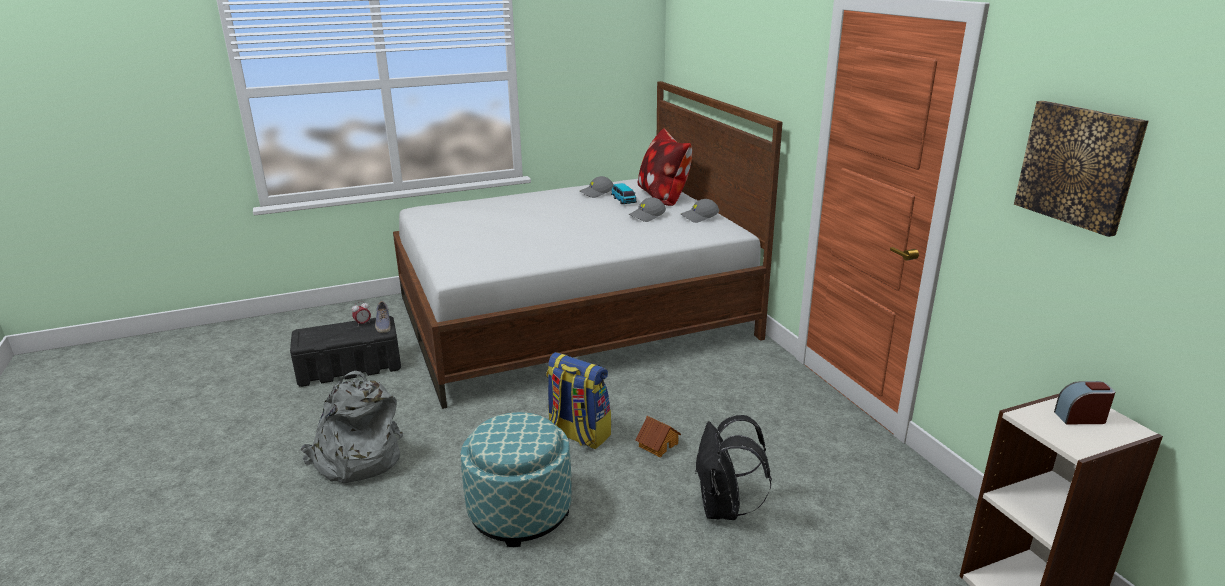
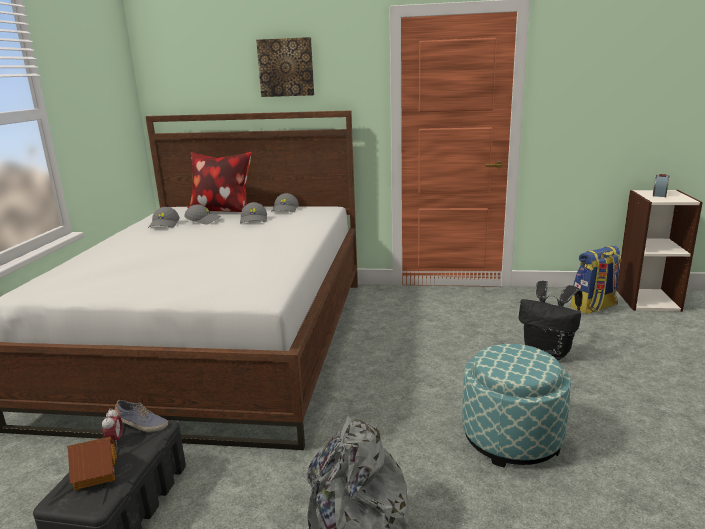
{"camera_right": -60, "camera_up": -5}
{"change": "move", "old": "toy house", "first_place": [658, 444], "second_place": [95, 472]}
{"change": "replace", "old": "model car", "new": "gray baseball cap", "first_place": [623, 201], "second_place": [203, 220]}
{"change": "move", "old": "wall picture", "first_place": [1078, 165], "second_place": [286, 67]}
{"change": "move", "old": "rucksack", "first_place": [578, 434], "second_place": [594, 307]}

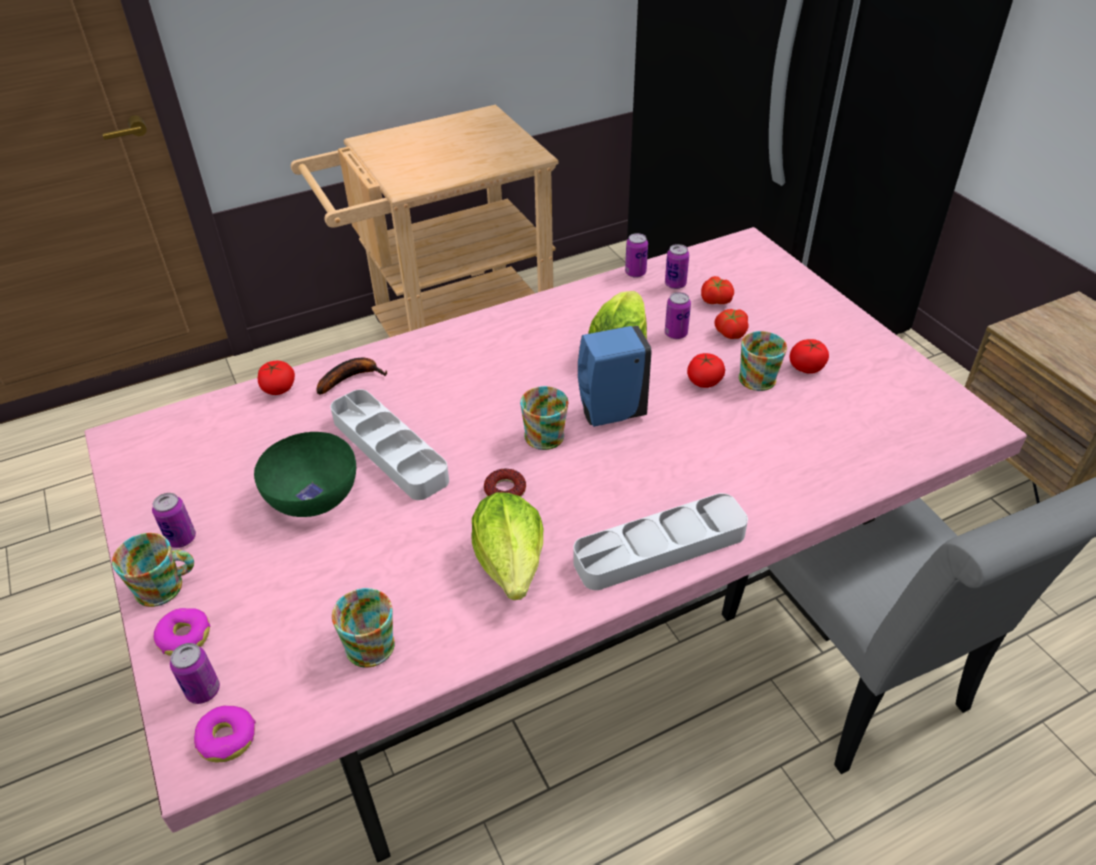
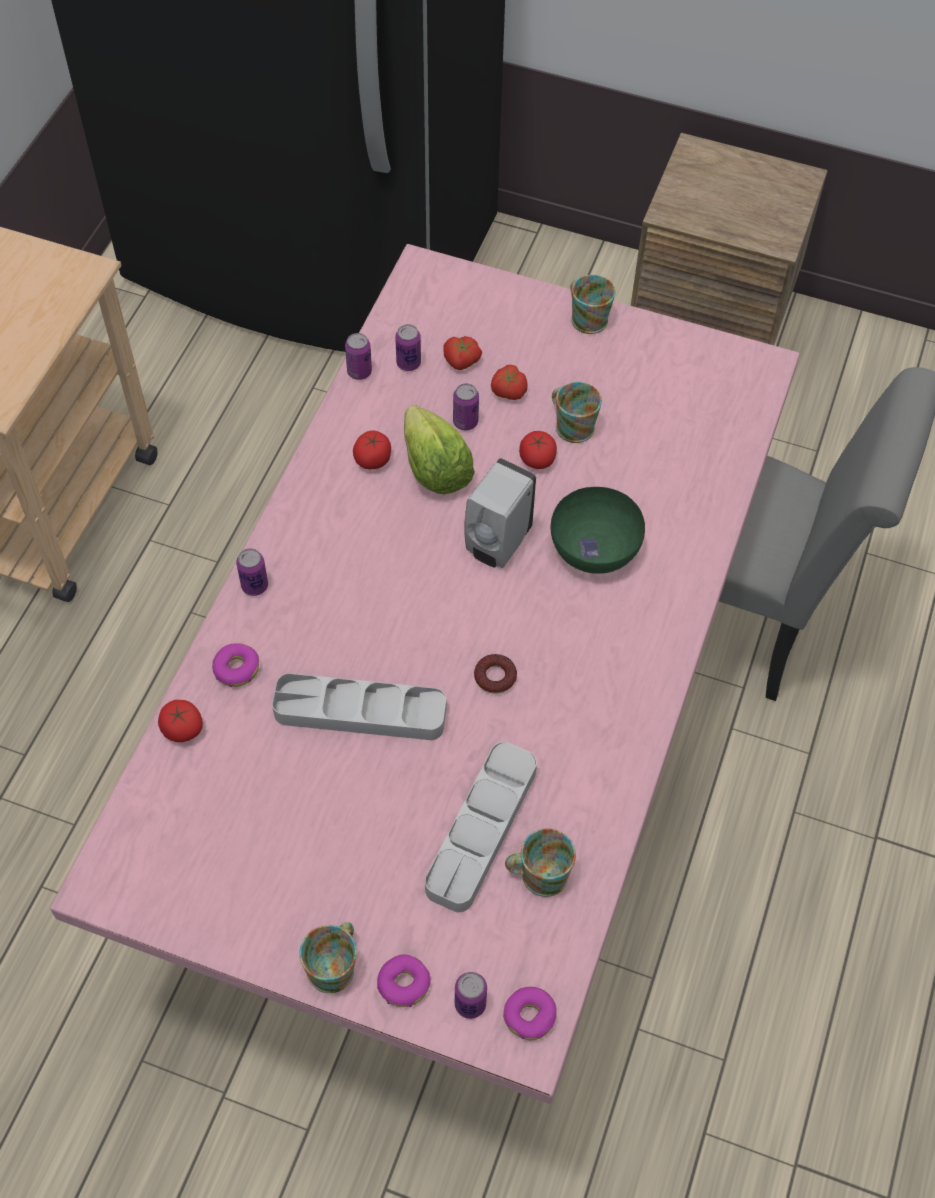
{"camera_right": -45, "camera_up": 15}
{"change": "replace", "old": "banana fruit", "new": "doughnut", "first_place": [351, 378], "second_place": [236, 669]}
{"change": "move", "old": "can", "first_place": [181, 538], "second_place": [254, 586]}
{"change": "move", "old": "whole tomato", "first_place": [807, 367], "second_place": [373, 459]}
{"change": "move", "old": "gray serving tray", "first_place": [660, 548], "second_place": [481, 829]}
{"change": "recolor", "old": "bluish soap dispenser", "new": "whitish soap dispenser", "first_place": [609, 413], "second_place": [497, 545]}
{"change": "move", "old": "green-coloured bowl", "first_place": [312, 497], "second_place": [595, 549]}
{"change": "move", "old": "mug", "first_place": [546, 432], "second_place": [586, 316]}
{"change": "delete", "old": "lettuce", "first_place": [511, 563]}

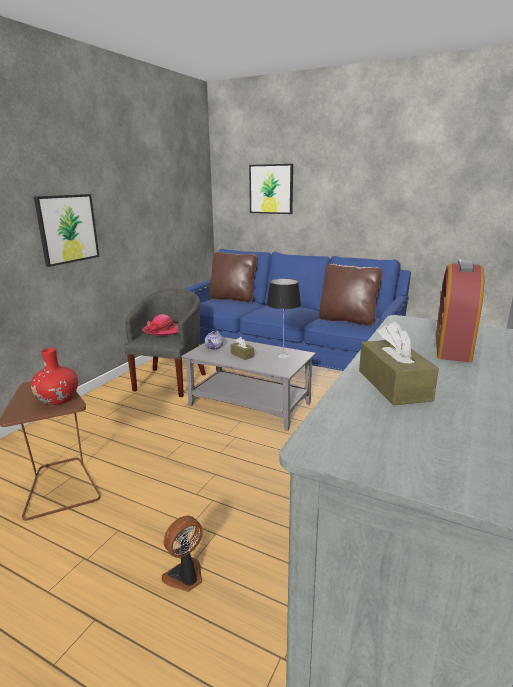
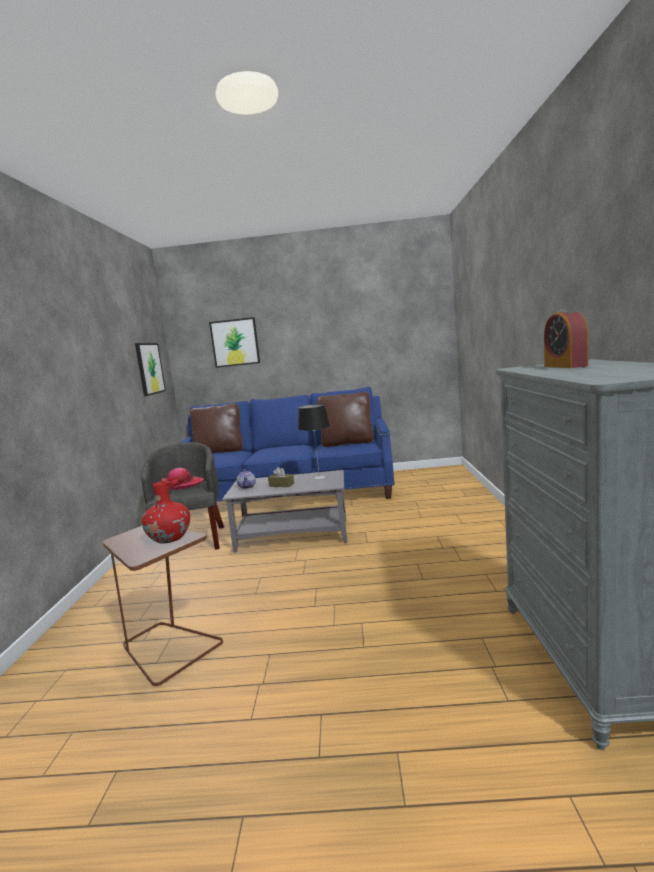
{"camera_right": -25, "camera_up": -10}
{"change": "move", "old": "wall picture", "first_place": [67, 229], "second_place": [149, 368]}
{"change": "delete", "old": "cooling fan", "first_place": [185, 577]}
{"change": "delete", "old": "brown-coloured box of tissues", "first_place": [393, 385]}

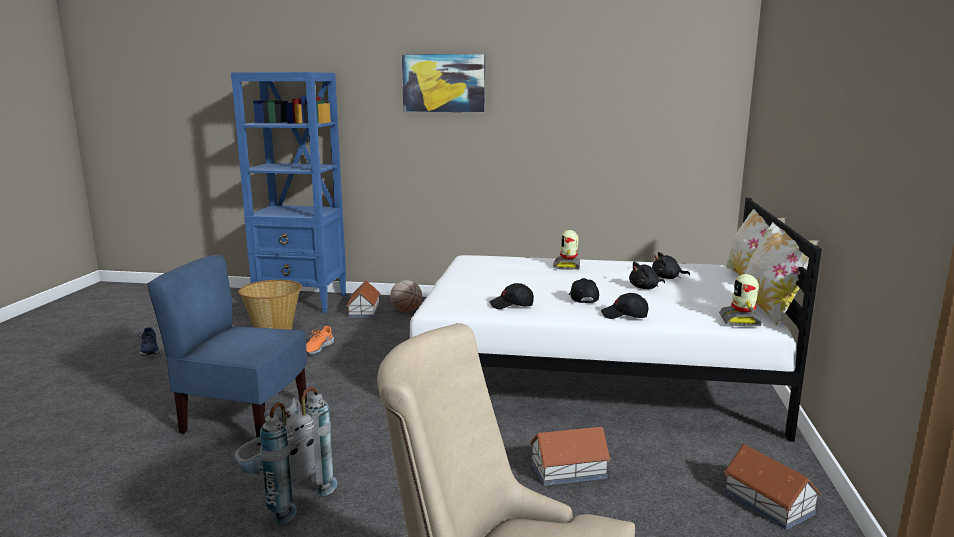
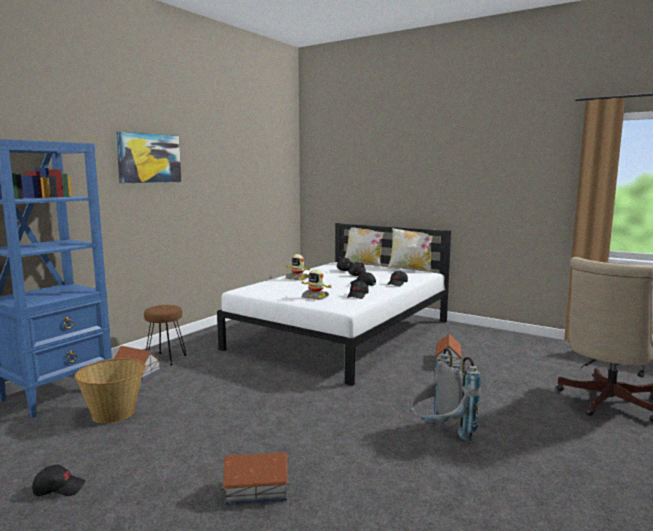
{"camera_right": -65, "camera_up": -5}
{"change": "replace", "old": "bluish low shoe", "new": "black baseball cap", "first_place": [149, 350], "second_place": [59, 488]}
{"change": "replace", "old": "ball for basketball", "new": "brown-coloured sitting stool", "first_place": [406, 311], "second_place": [166, 359]}
{"change": "move", "old": "toy house", "first_place": [768, 502], "second_place": [256, 490]}
{"change": "move", "old": "robot figure", "first_place": [741, 320], "second_place": [315, 297]}
{"change": "delete", "old": "bluish plain chair", "first_place": [244, 419]}
{"change": "delete", "old": "orange-coloured low shoe", "first_place": [317, 348]}

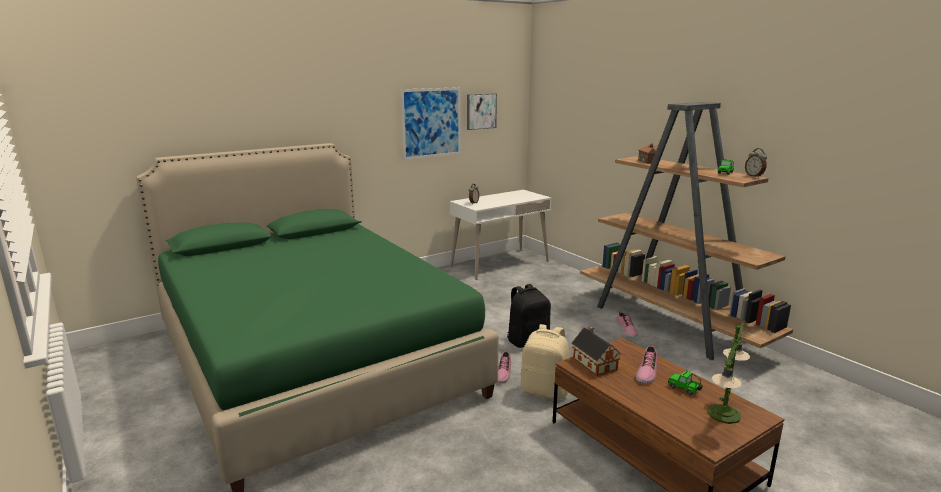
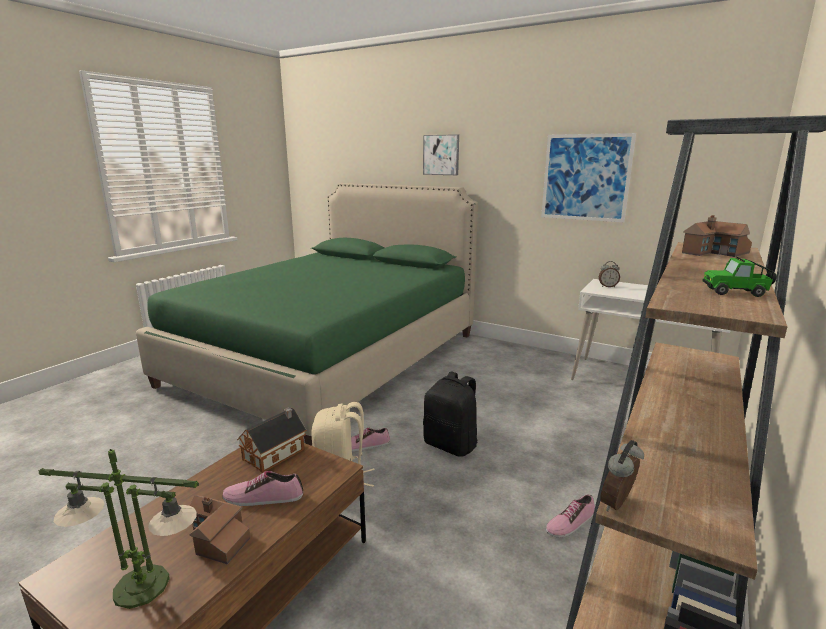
{"camera_right": 65, "camera_up": 0}
{"change": "replace", "old": "model car", "new": "toy house", "first_place": [685, 389], "second_place": [217, 538]}
{"change": "move", "old": "wall picture", "first_place": [480, 111], "second_place": [441, 155]}
{"change": "move", "old": "alarm clock", "first_place": [754, 176], "second_place": [618, 504]}

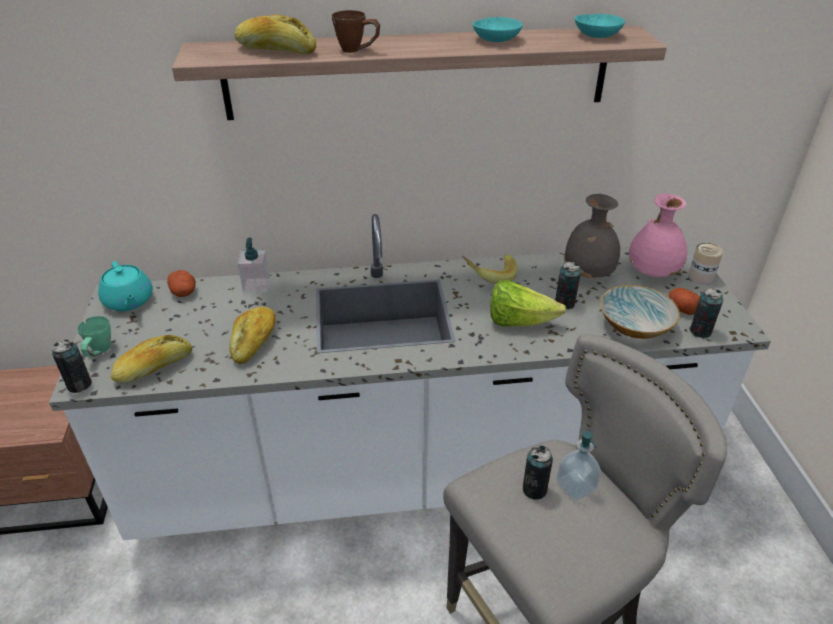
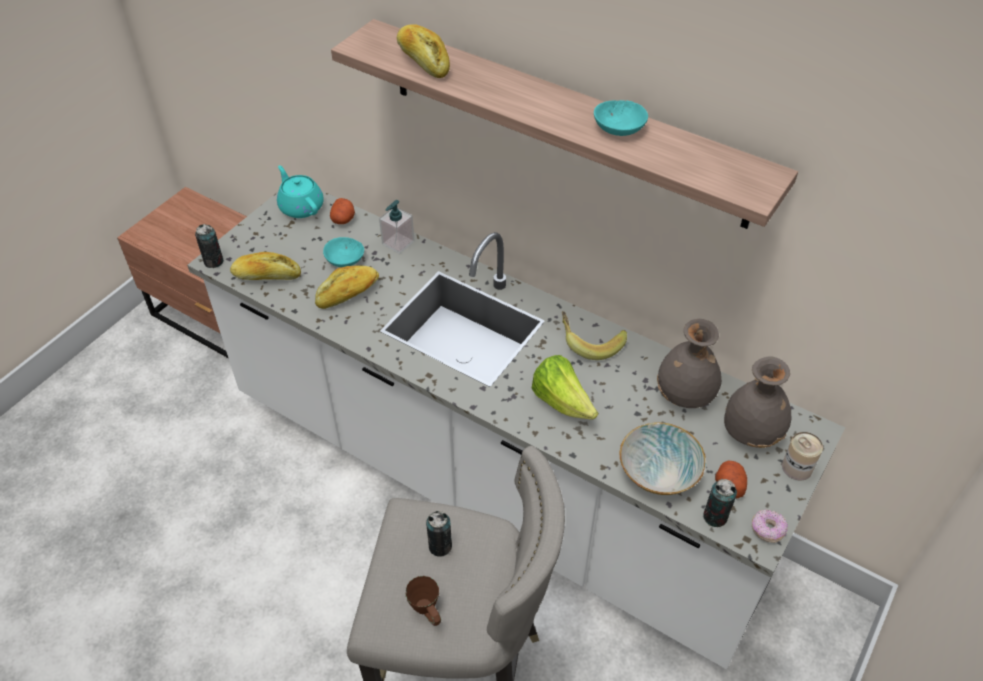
{"camera_right": 40, "camera_up": 10}
{"change": "rotate", "old": "turquoise-coloured tea pot", "first_place": [129, 301], "second_place": [301, 206], "degrees": 135}
{"change": "move", "old": "turquoise-coloured bowl", "first_place": [597, 36], "second_place": [343, 260]}
{"change": "move", "old": "brown-coloured mug", "first_place": [357, 50], "second_place": [427, 613]}
{"change": "recolor", "old": "pinkish flower vase", "new": "gray flower vase", "first_place": [652, 273], "second_place": [752, 432]}
{"change": "insert", "new": "doughnut", "second_place": [767, 530]}
{"change": "delete", "old": "green-coloured mug", "first_place": [99, 353]}
{"change": "delete", "old": "can", "first_place": [564, 303]}
{"change": "delete", "old": "soap dispenser", "first_place": [575, 486]}

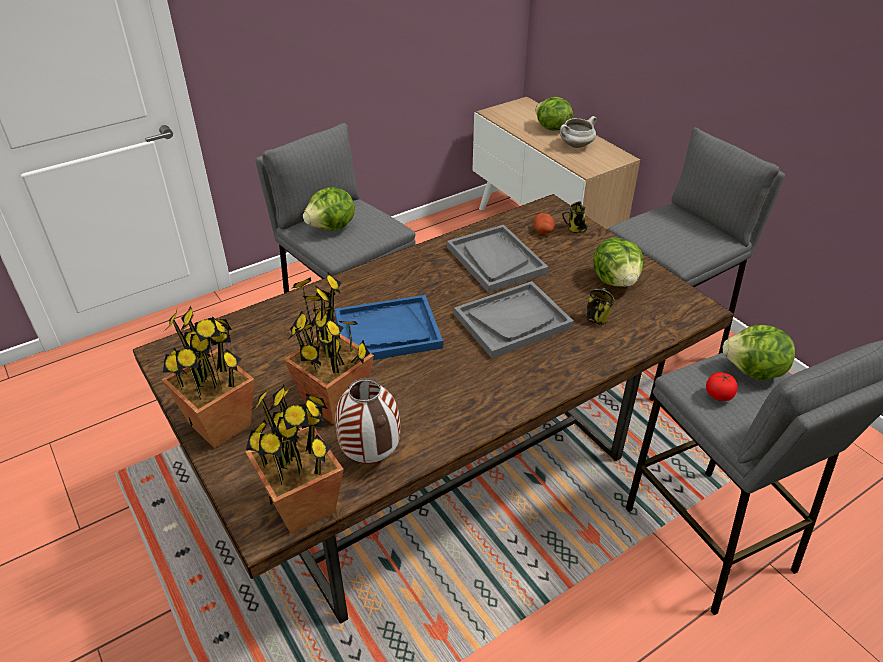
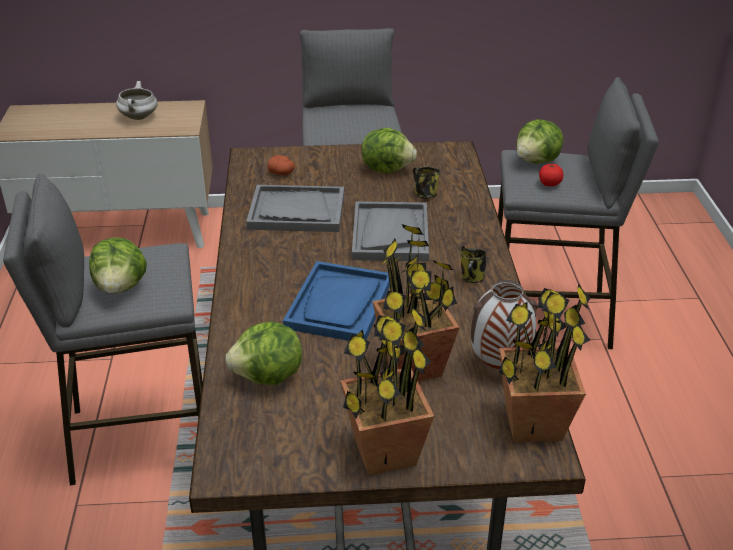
{"camera_right": -60, "camera_up": -5}
{"change": "move", "old": "lettuce", "first_place": [551, 128], "second_place": [269, 377]}
{"change": "move", "old": "mug", "first_place": [575, 229], "second_place": [472, 278]}

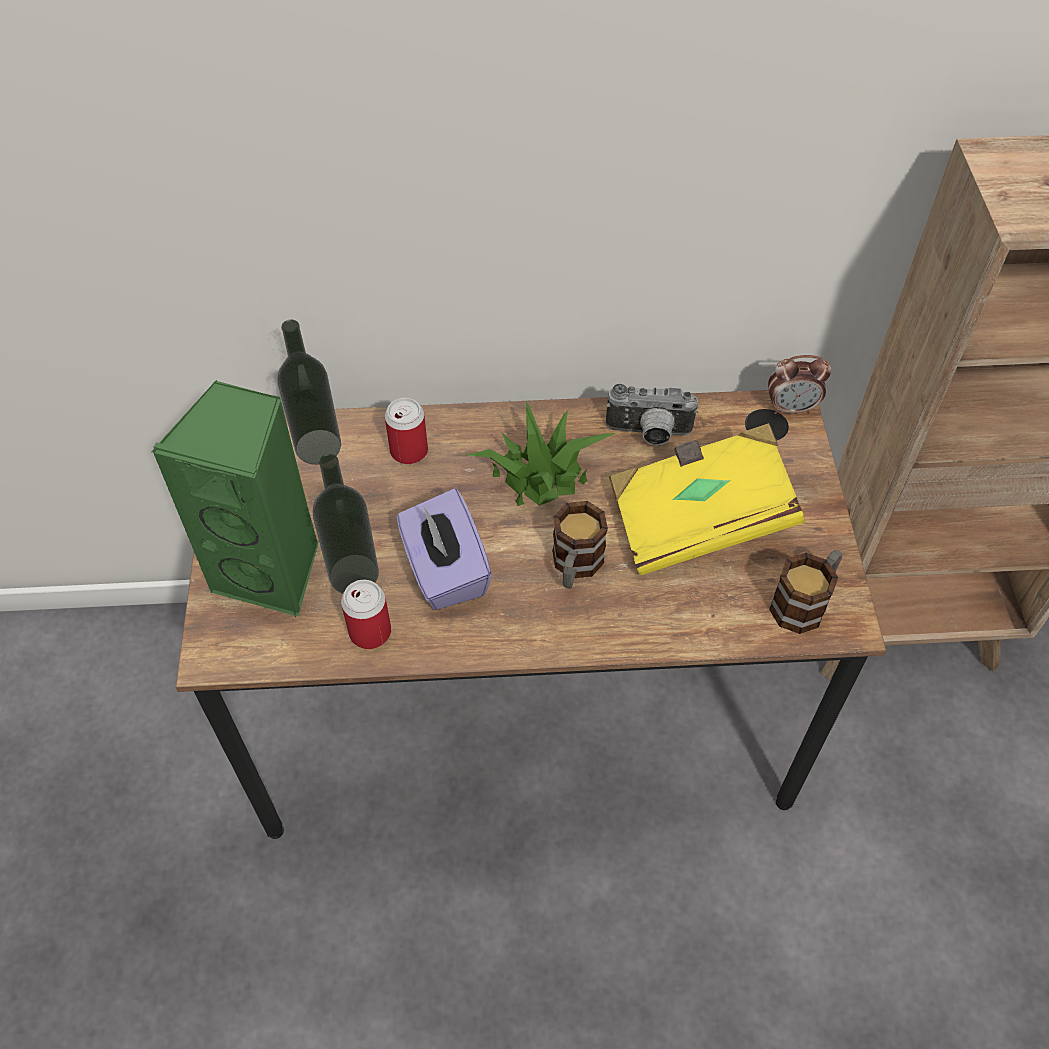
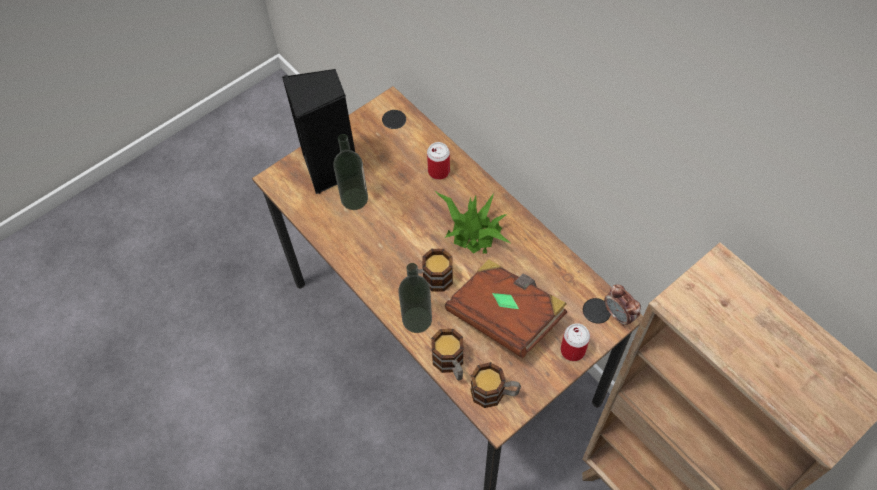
{"camera_right": 55, "camera_up": 5}
{"change": "recolor", "old": "green-coloured audio speaker", "new": "black audio speaker", "first_place": [273, 571], "second_place": [331, 169]}
{"change": "move", "old": "beverage bottle", "first_place": [318, 447], "second_place": [417, 319]}
{"change": "insert", "new": "mug", "second_place": [450, 364]}
{"change": "recolor", "old": "yellowish bound book", "new": "brown-coloured bound book", "first_place": [698, 519], "second_place": [505, 315]}
{"change": "move", "old": "can", "first_place": [370, 632], "second_place": [572, 350]}
{"change": "delete", "old": "purple-coloured box of tissues", "first_place": [445, 571]}
{"change": "delete", "old": "still camera", "first_place": [648, 434]}

